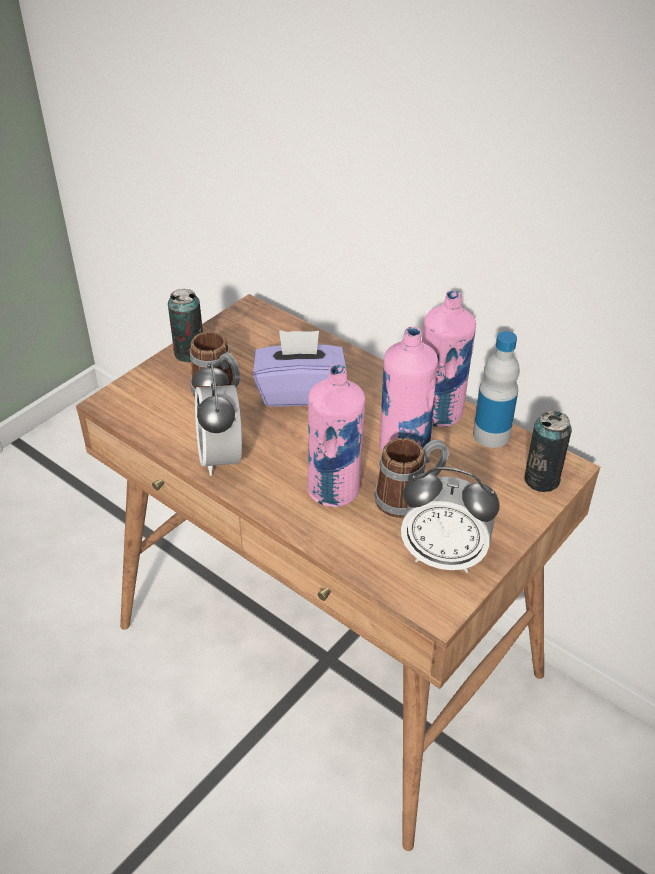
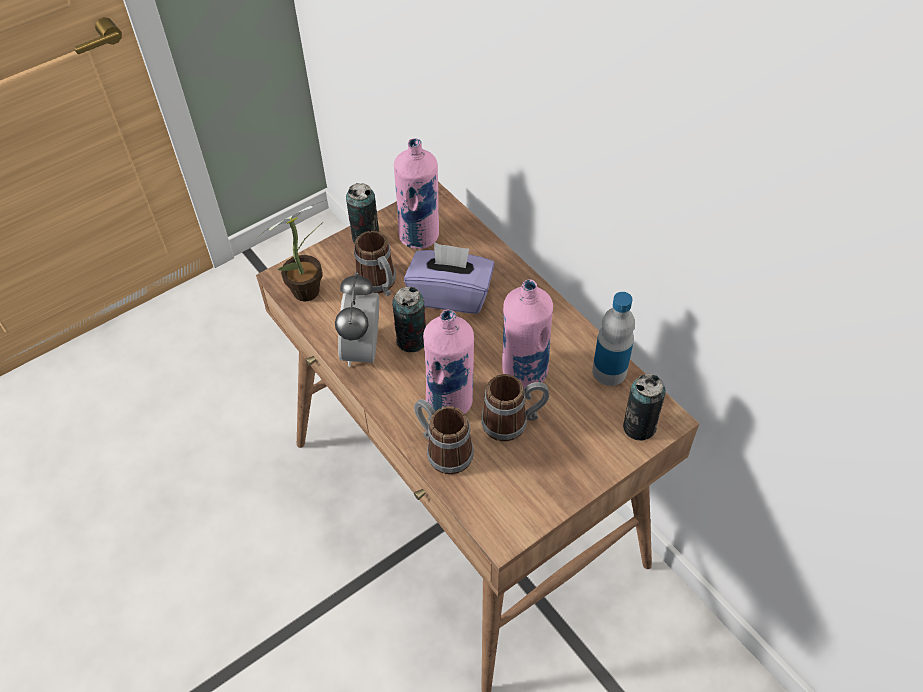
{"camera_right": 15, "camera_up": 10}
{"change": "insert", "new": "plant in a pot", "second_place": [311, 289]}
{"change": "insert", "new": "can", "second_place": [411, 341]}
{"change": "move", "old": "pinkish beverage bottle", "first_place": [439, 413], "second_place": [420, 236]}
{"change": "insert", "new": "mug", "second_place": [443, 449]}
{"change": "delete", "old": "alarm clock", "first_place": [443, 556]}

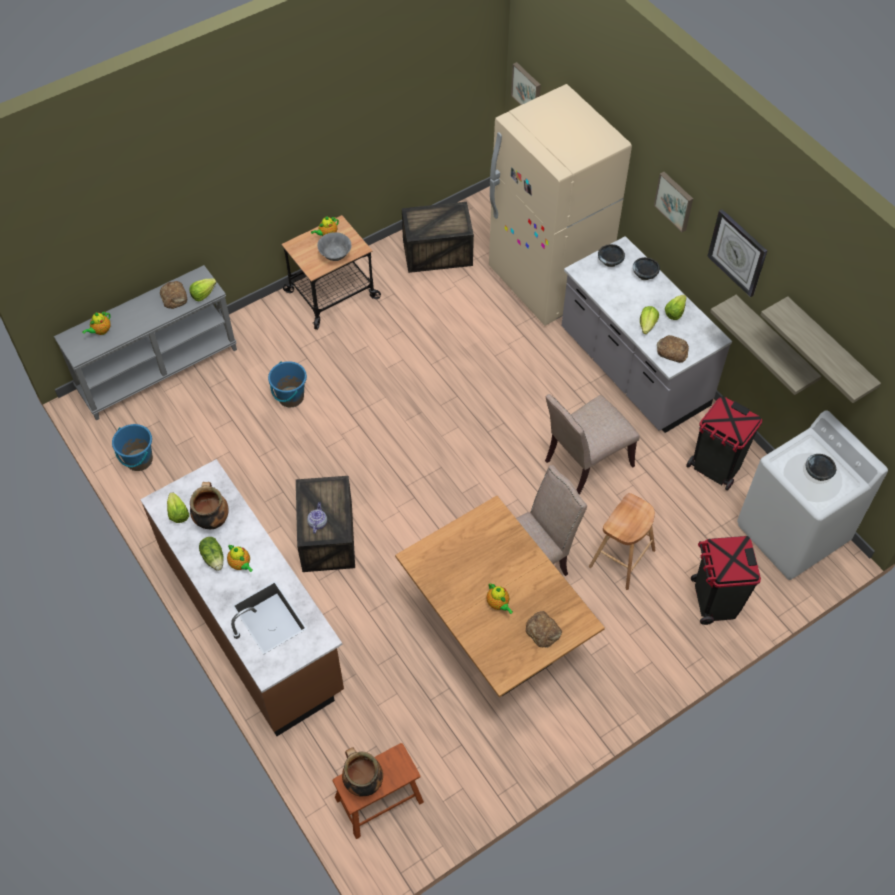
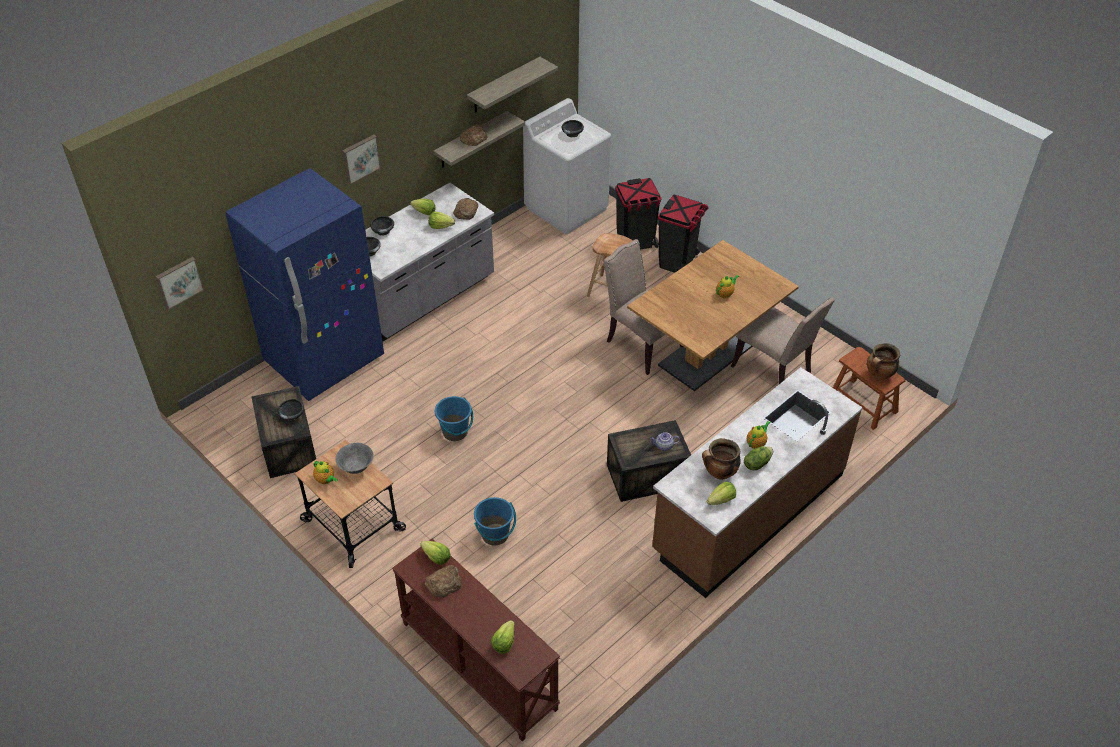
{"camera_right": -100, "camera_up": -10}
{"change": "recolor", "old": "beige-coloured fridge", "new": "bluish fridge", "first_place": [547, 282], "second_place": [325, 360]}
{"change": "insert", "new": "black bowl", "second_place": [292, 415]}
{"change": "recolor", "old": "gray console table", "new": "brown-coloured console table", "first_place": [158, 369], "second_place": [477, 666]}
{"change": "move", "old": "bluish pail", "first_place": [139, 460], "second_place": [455, 432]}
{"change": "move", "old": "bakery bread", "first_place": [543, 631], "second_place": [473, 138]}
{"change": "replace", "old": "tea pot", "new": "lettuce", "first_place": [101, 331], "second_place": [504, 642]}
{"change": "move", "old": "black rubbish bin", "first_place": [715, 468], "second_place": [677, 262]}
{"change": "move", "old": "beige-coloured plain chair", "first_place": [585, 463], "second_place": [775, 370]}
{"change": "delete", "old": "wall clock", "first_place": [737, 252]}

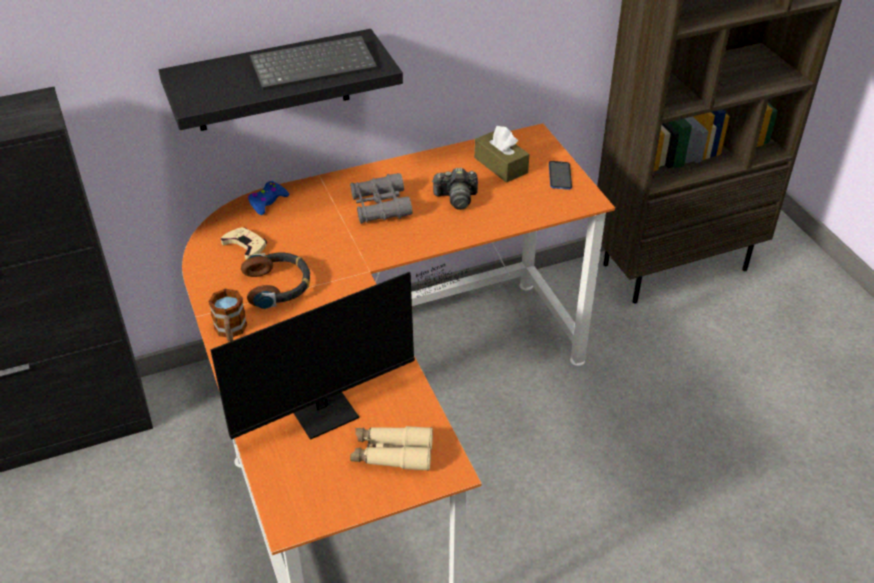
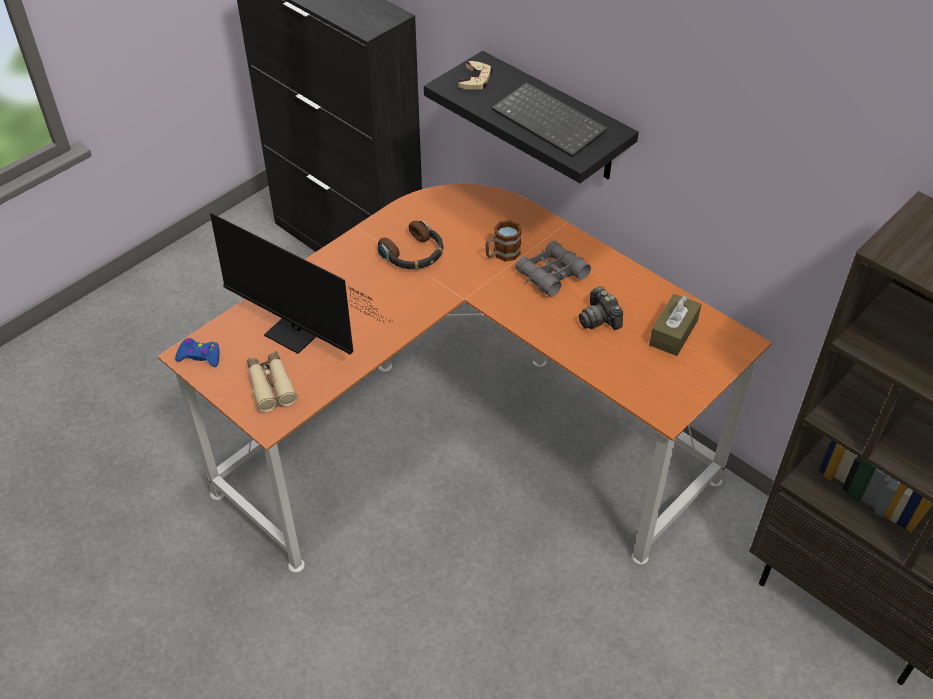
{"camera_right": 65, "camera_up": 5}
{"change": "move", "old": "bluish game controller", "first_place": [267, 202], "second_place": [200, 356]}
{"change": "move", "old": "beige-coloured game controller", "first_place": [245, 245], "second_place": [475, 79]}
{"change": "move", "old": "mug", "first_place": [230, 331], "second_place": [502, 254]}
{"change": "delete", "old": "telephone", "first_place": [560, 176]}

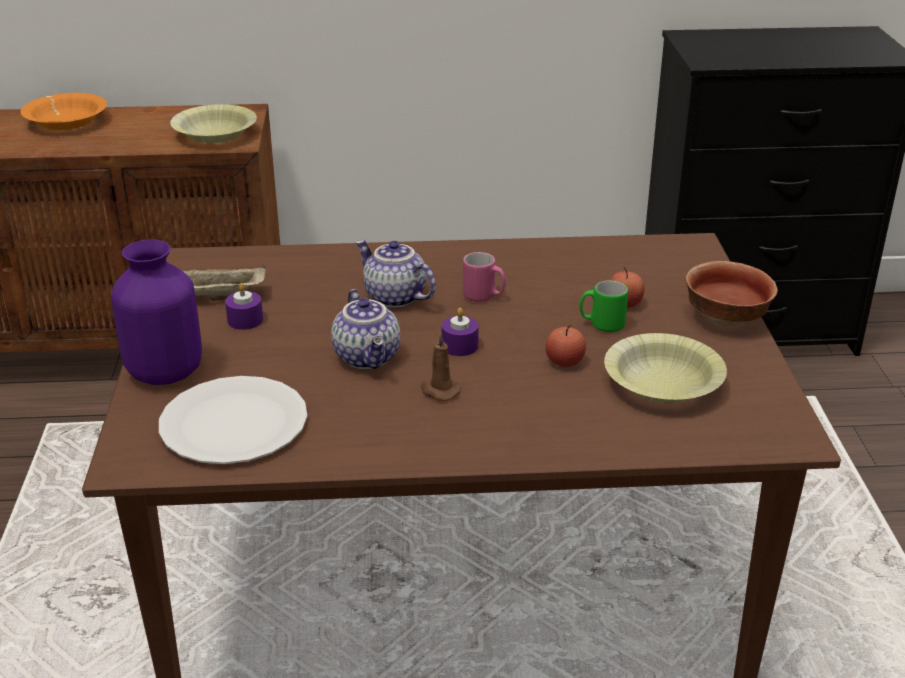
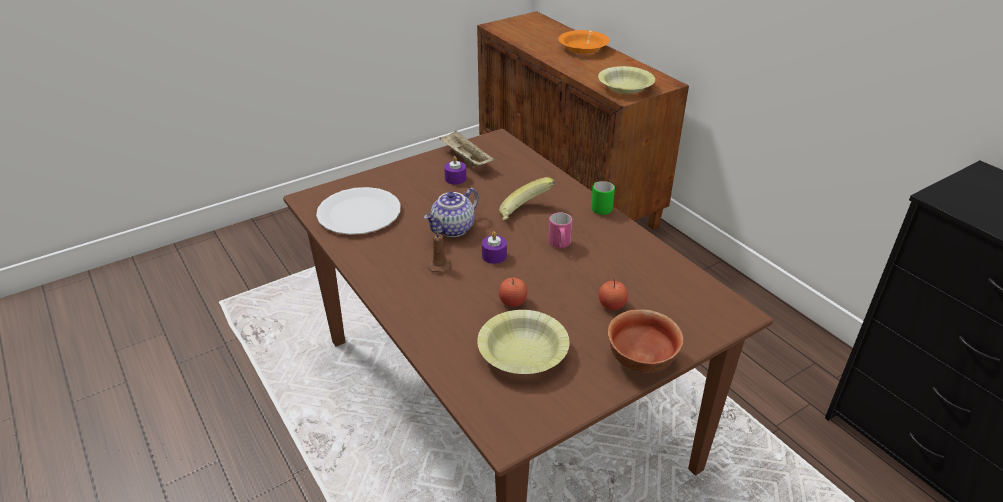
{"camera_right": 60, "camera_up": 5}
{"change": "replace", "old": "tea pot", "new": "banana fruit", "first_place": [393, 297], "second_place": [525, 214]}
{"change": "move", "old": "green-coloured mug", "first_place": [601, 325], "second_place": [599, 207]}
{"change": "delete", "old": "purple-coloured flower vase", "first_place": [165, 371]}

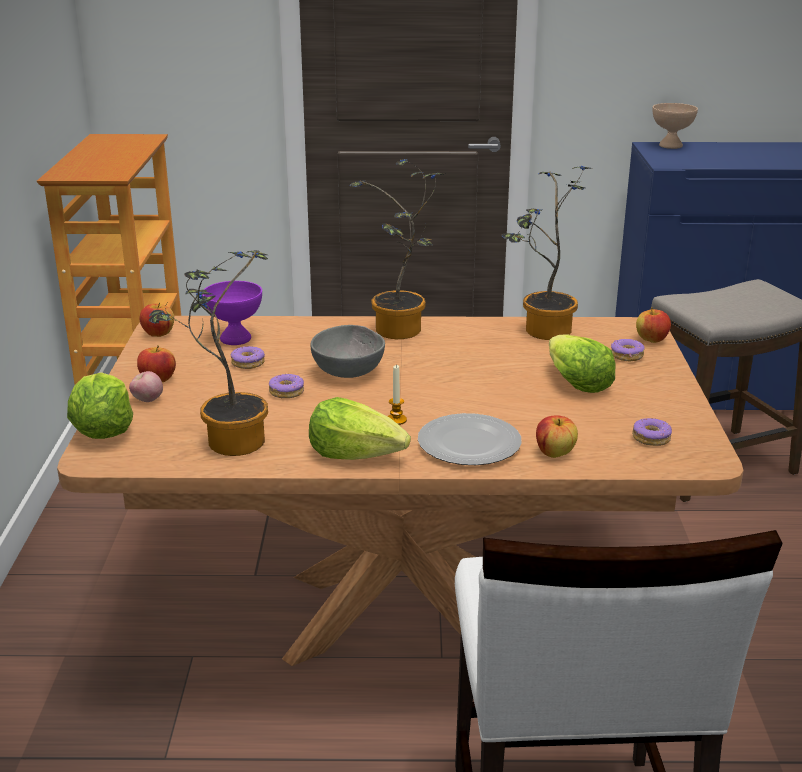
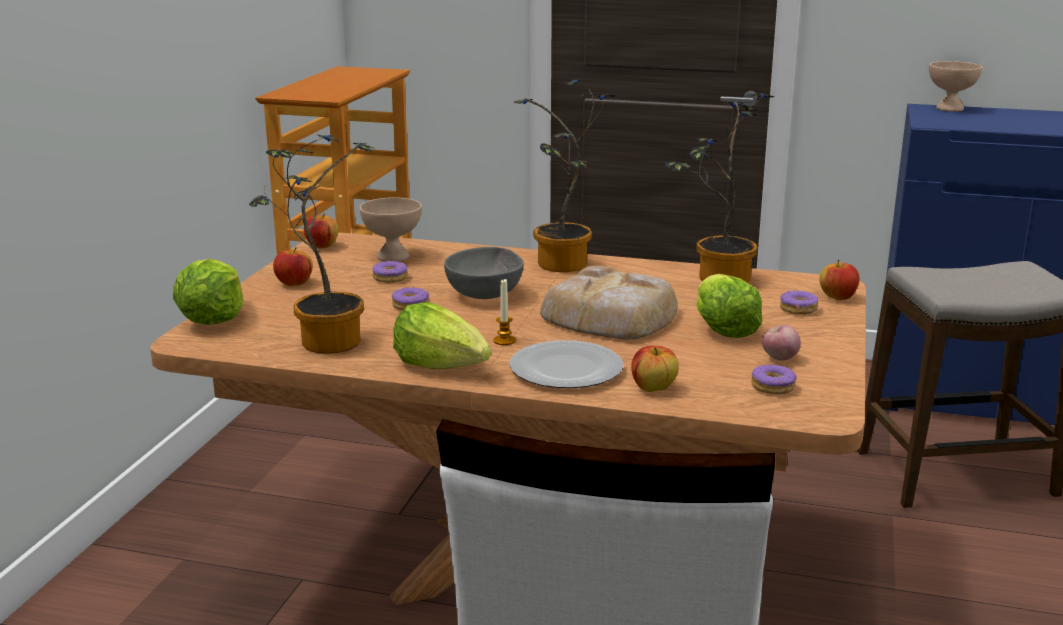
{"camera_right": 15, "camera_up": -5}
{"change": "recolor", "old": "purple-coloured bowl", "new": "beige-coloured bowl", "first_place": [236, 339], "second_place": [393, 257]}
{"change": "insert", "new": "bakery bread", "second_place": [611, 317]}
{"change": "move", "old": "whole apple", "first_place": [147, 400], "second_place": [779, 359]}

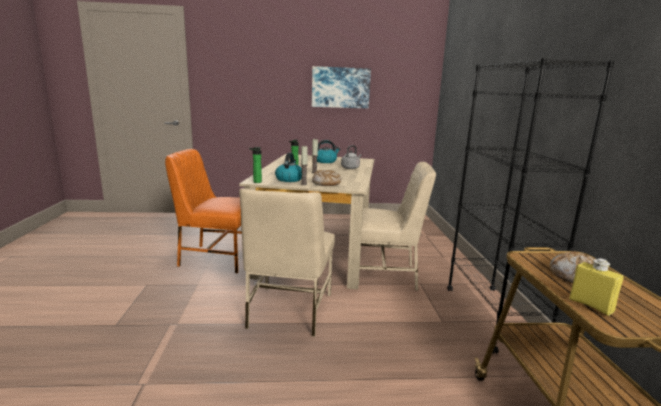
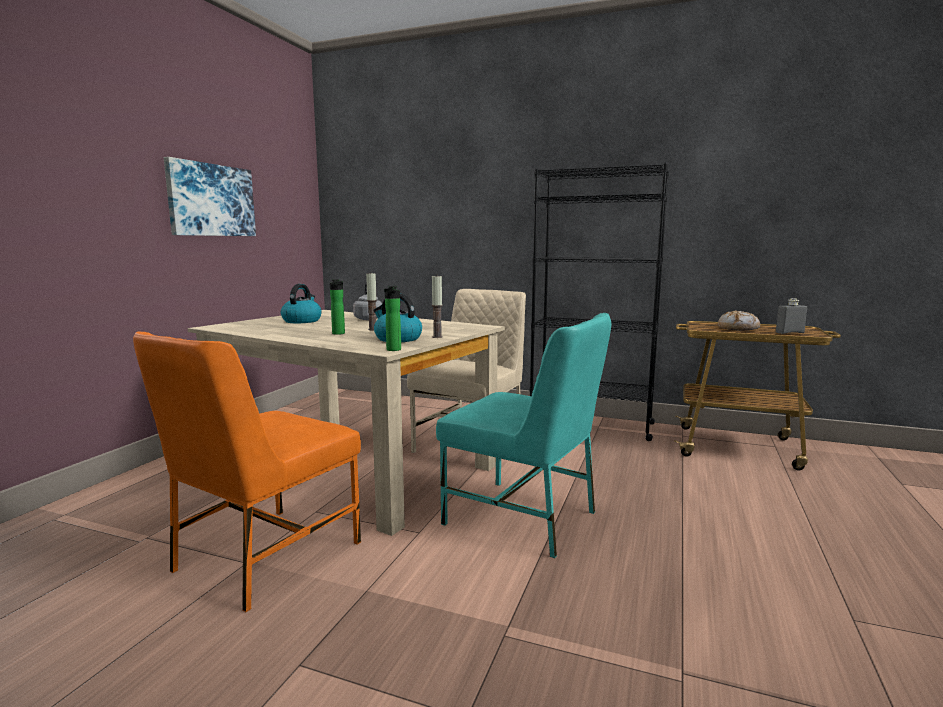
{"camera_right": -65, "camera_up": -5}
{"change": "recolor", "old": "beige-coloured plain chair", "new": "turquoise-coloured plain chair", "first_place": [288, 311], "second_place": [523, 518]}
{"change": "recolor", "old": "yellowish beverage bottle", "new": "gray beverage bottle", "first_place": [591, 305], "second_place": [789, 332]}
{"change": "delete", "old": "bakery bread", "first_place": [326, 183]}

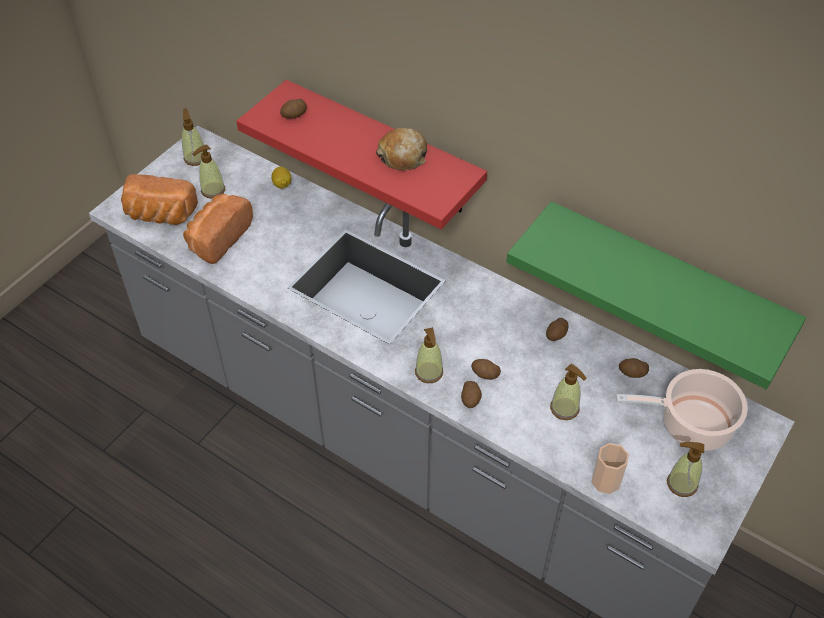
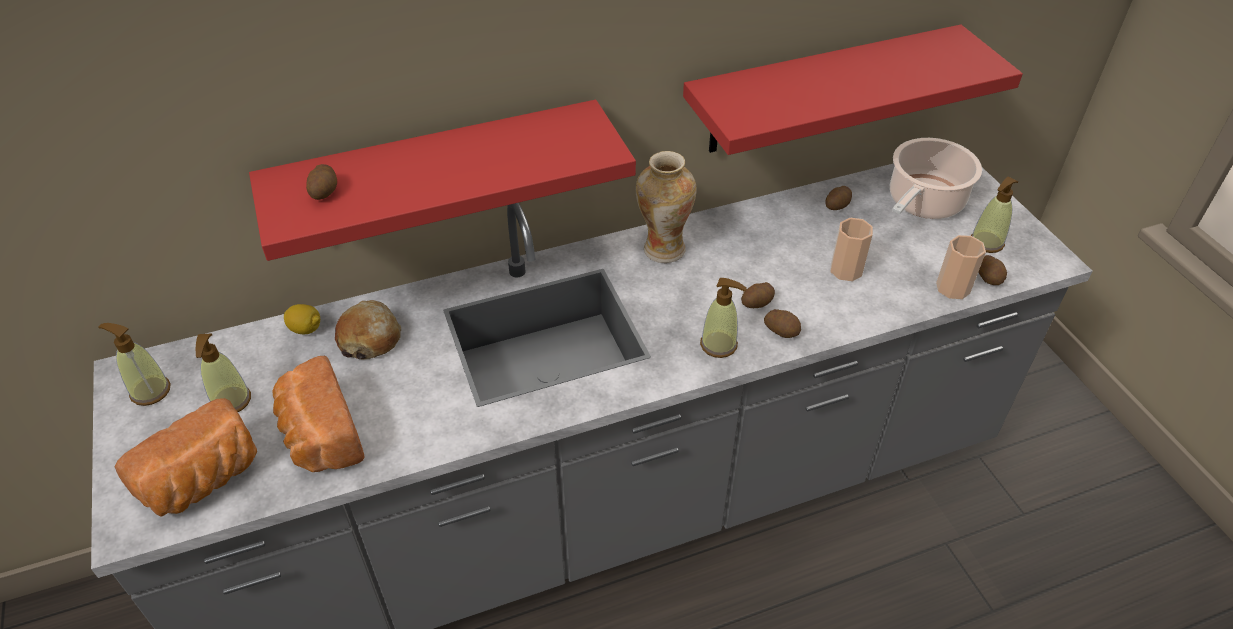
{"camera_right": -55, "camera_up": -5}
{"change": "move", "old": "bakery bread", "first_place": [402, 156], "second_place": [370, 338]}
{"change": "insert", "new": "flower vase", "second_place": [663, 249]}
{"change": "recolor", "old": "green-coloured bracket shelf", "new": "red bracket shelf", "first_place": [664, 281], "second_place": [821, 90]}
{"change": "replace", "old": "soap dispenser", "new": "drinking cup", "first_place": [564, 408], "second_place": [846, 270]}
{"change": "move", "old": "spud", "first_place": [556, 335], "second_place": [989, 277]}

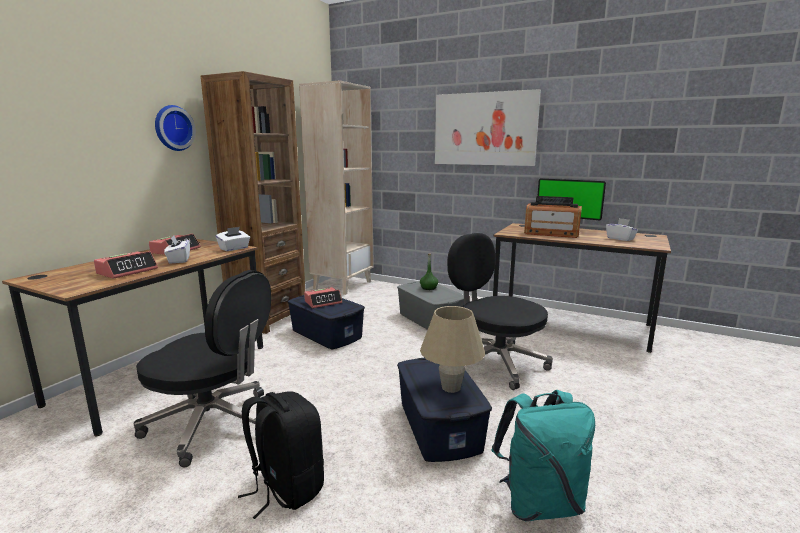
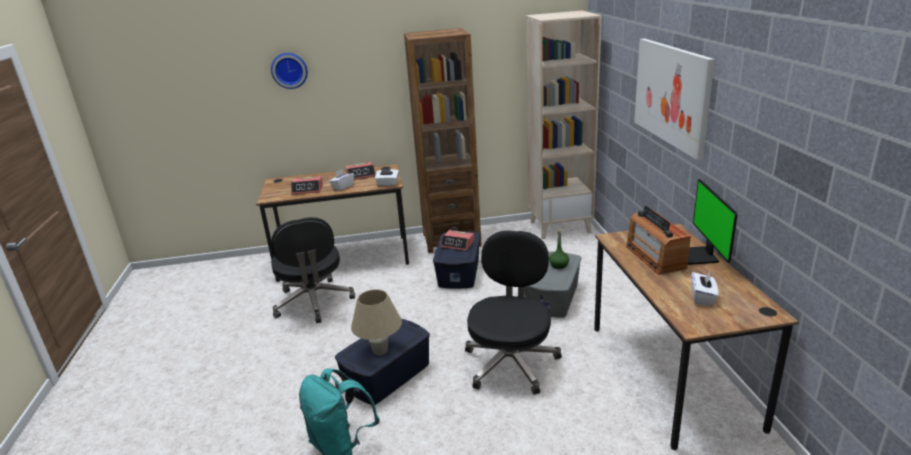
{"camera_right": 55, "camera_up": 10}
{"change": "move", "old": "wall clock", "first_place": [173, 128], "second_place": [289, 70]}
{"change": "delete", "old": "black rucksack", "first_place": [285, 488]}

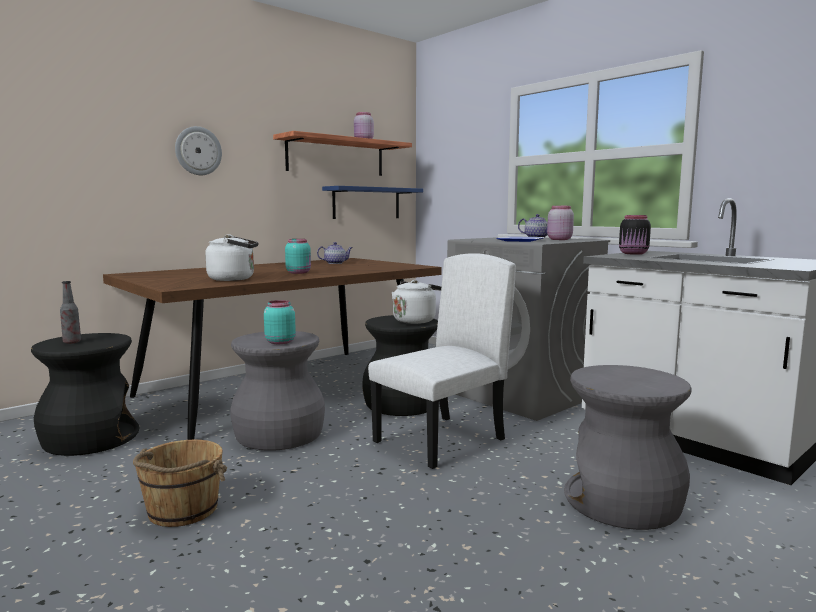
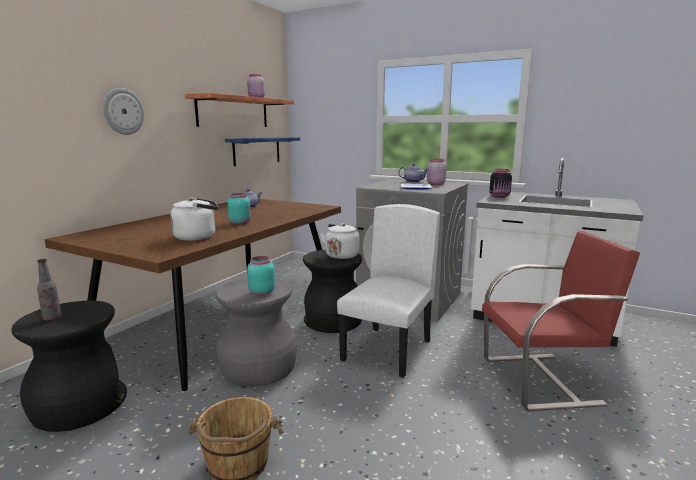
{"camera_right": -20, "camera_up": 5}
{"change": "replace", "old": "gray sitting stool", "new": "red plain chair", "first_place": [623, 503], "second_place": [542, 380]}

